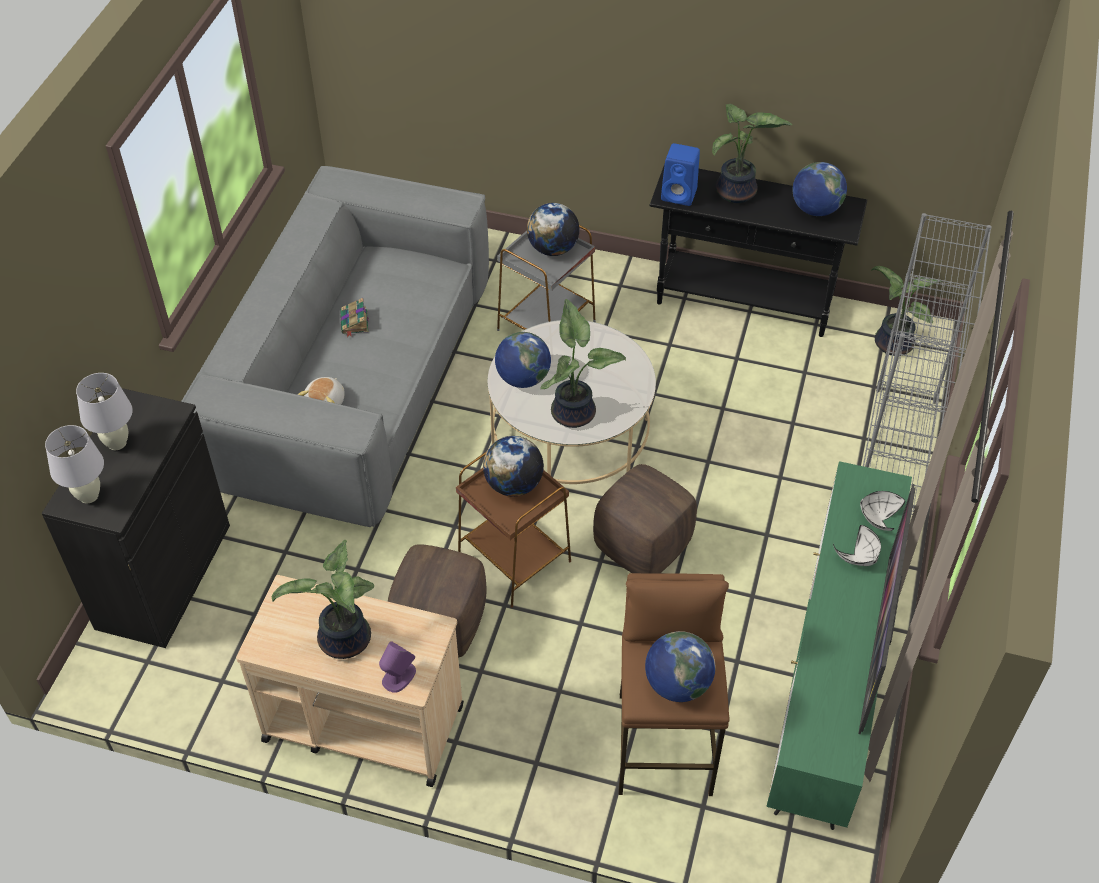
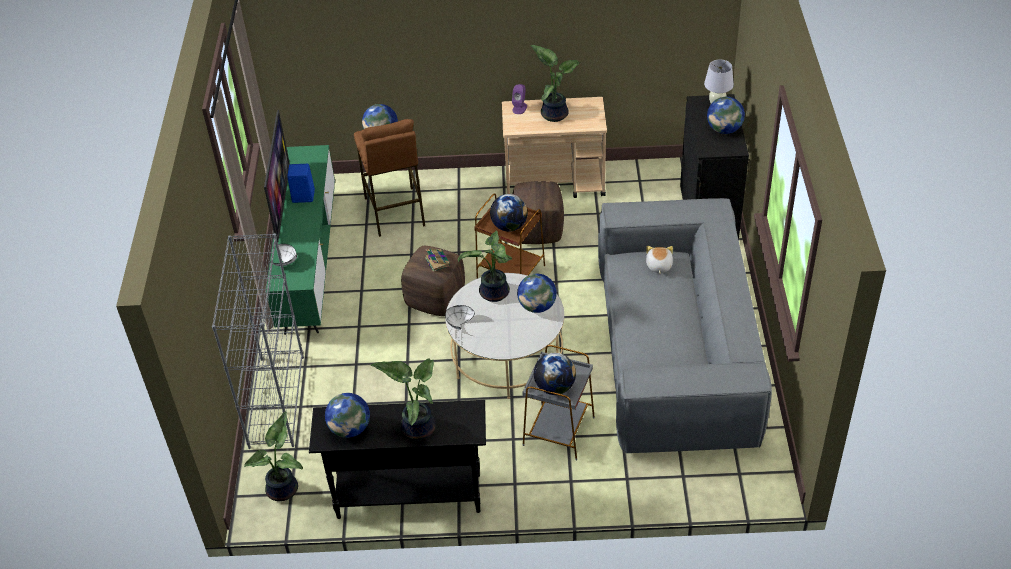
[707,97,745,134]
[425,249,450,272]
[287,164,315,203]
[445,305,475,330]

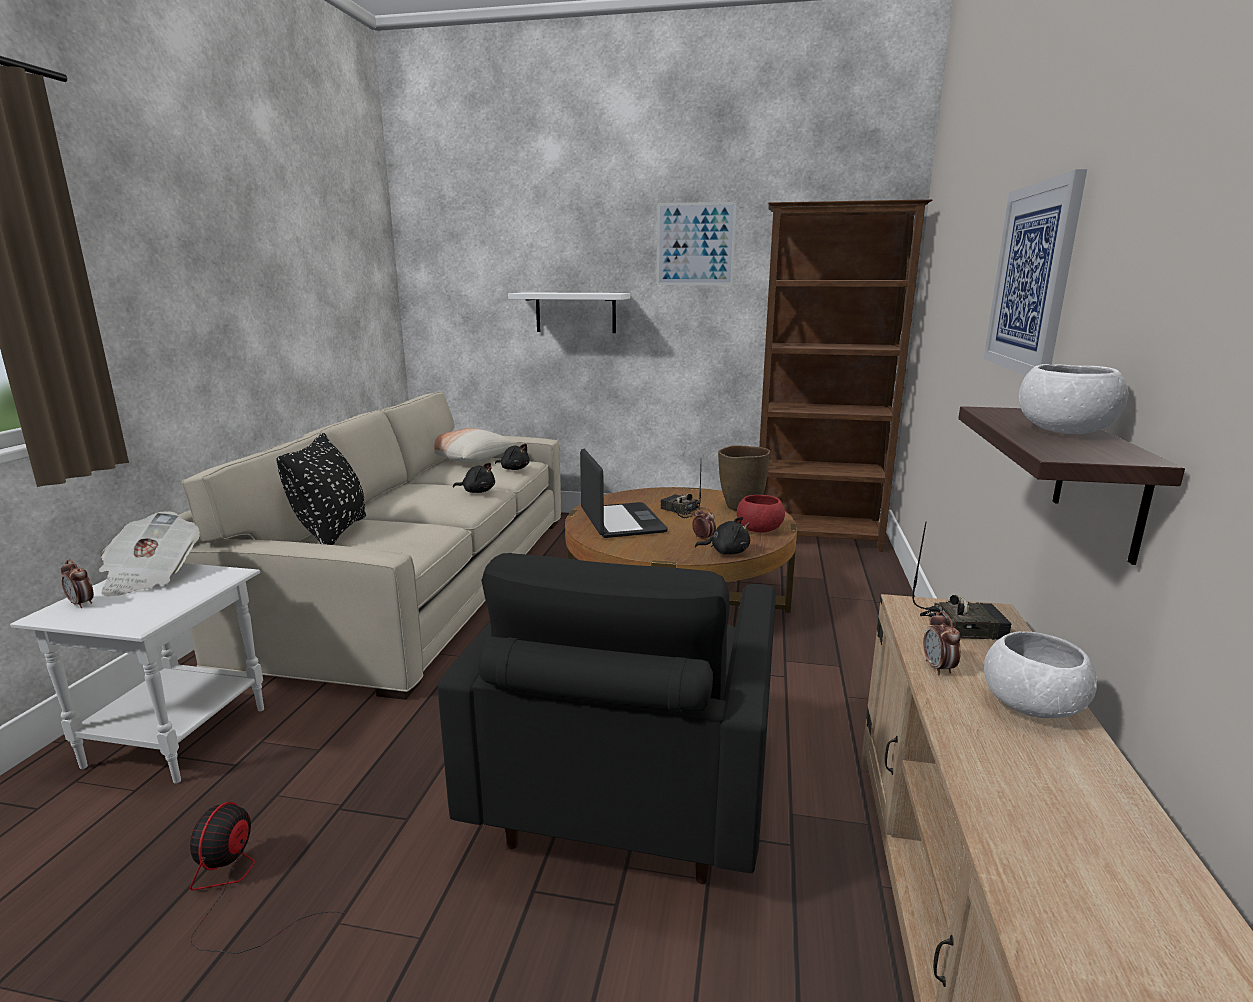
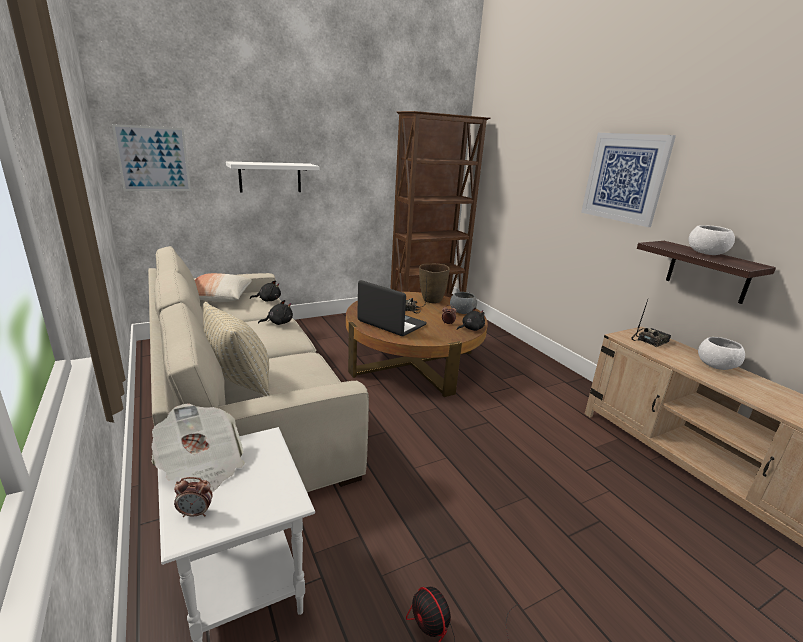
[203,302,270,396]
[437,553,775,884] (first image)
[112,124,191,191]
[450,292,477,314]
[923,611,961,676] (first image)

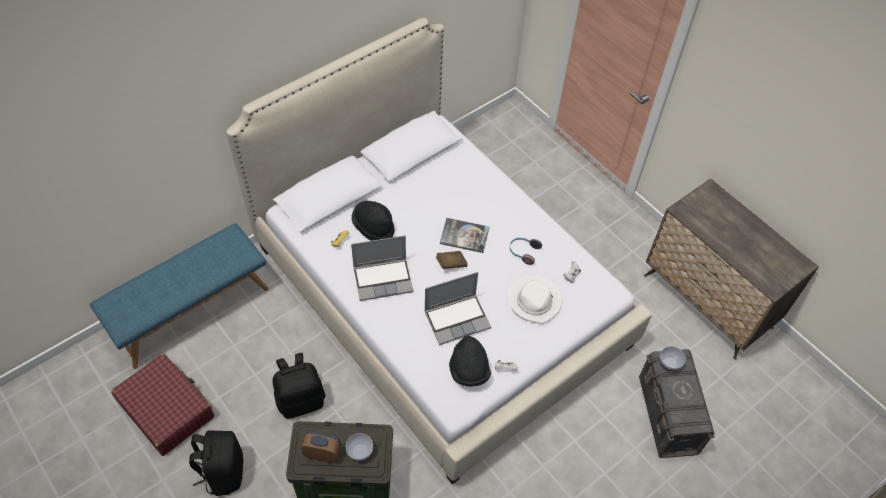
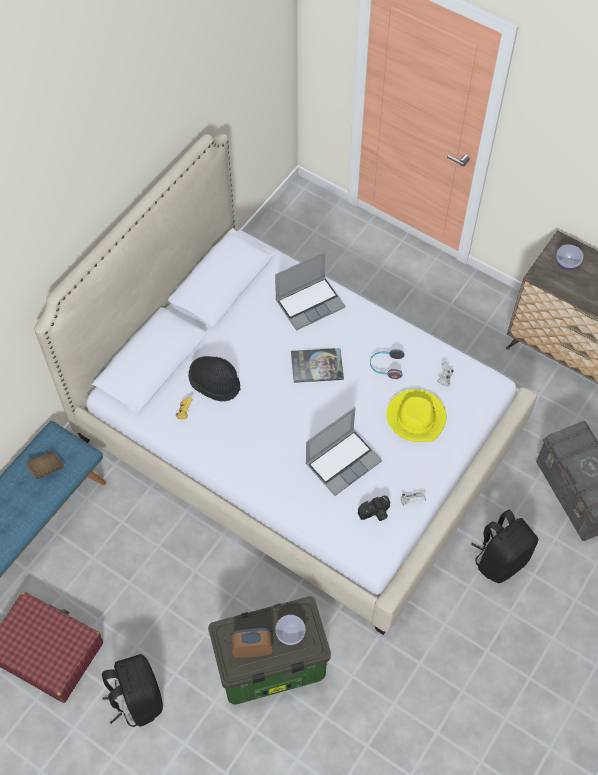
[471,509,538,583]
[275,252,346,331]
[26,451,64,479]
[358,496,390,521]
[386,389,446,442]
[556,245,583,271]

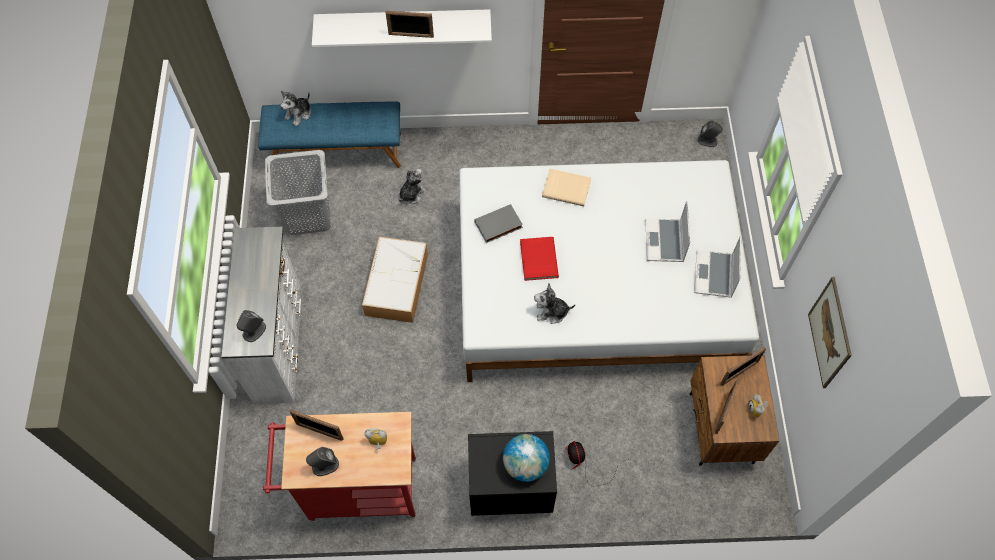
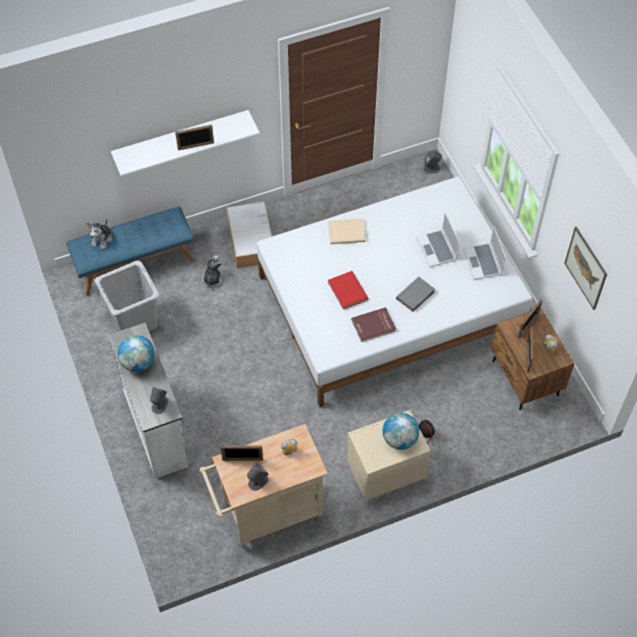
[199,424,328,548]
[226,201,272,268]
[347,410,431,501]
[396,277,435,312]
[351,307,396,342]
[118,335,155,372]

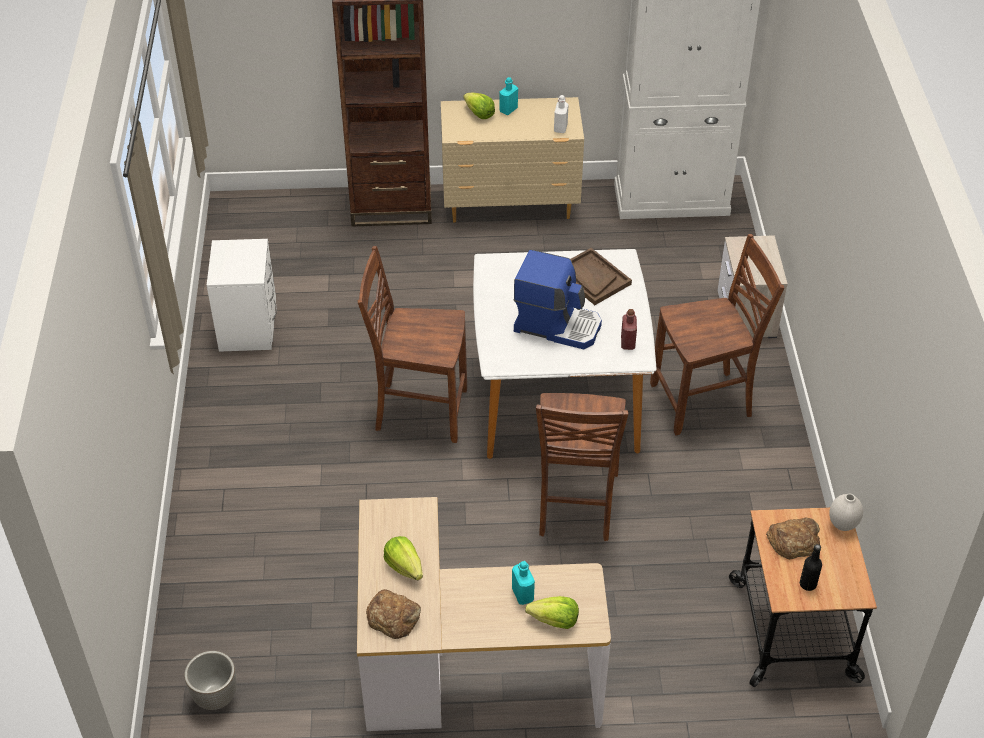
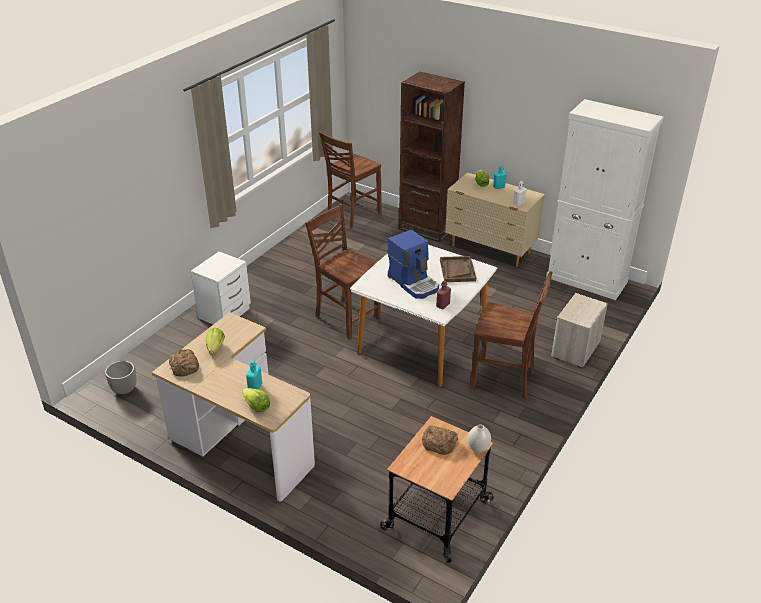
[191,251,251,325]
[319,131,382,229]
[800,544,822,591] (first image)

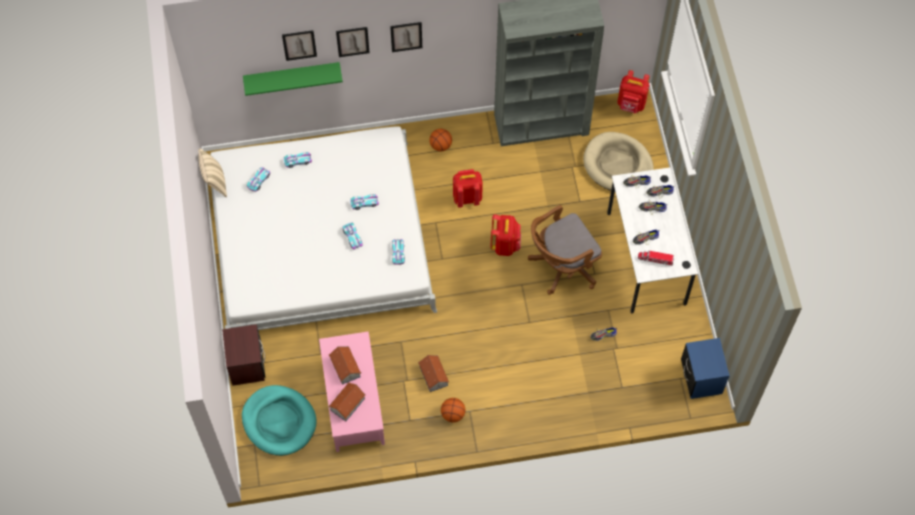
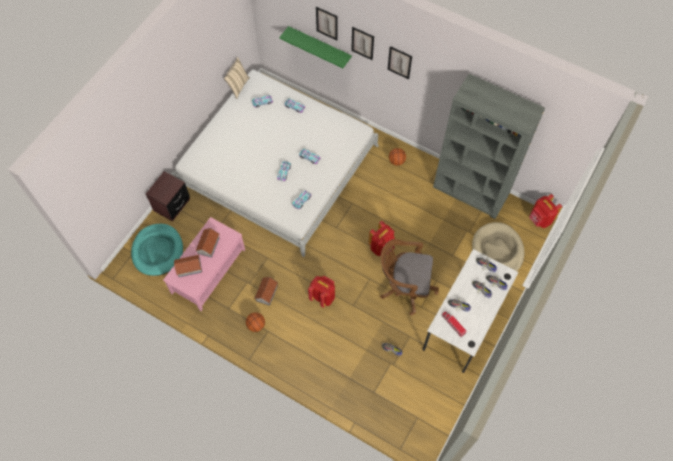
[308,276,335,308]
[681,338,730,399] (first image)

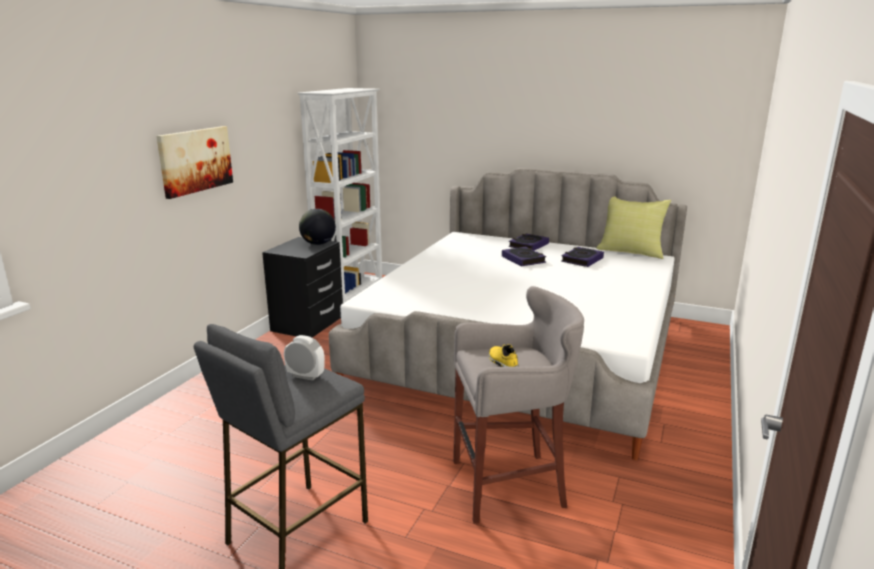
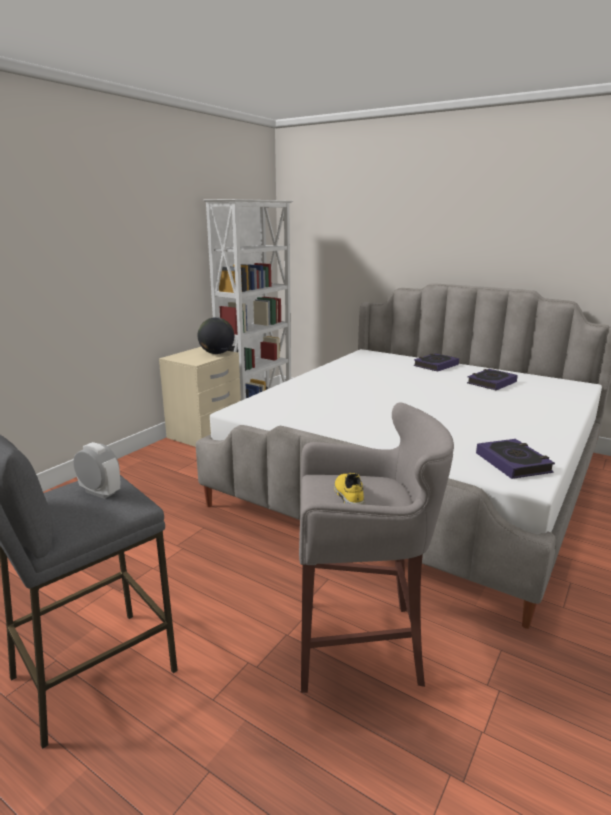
[156,126,233,199] (first image)
[159,347,241,447]
[476,439,555,479]
[596,197,671,259] (first image)

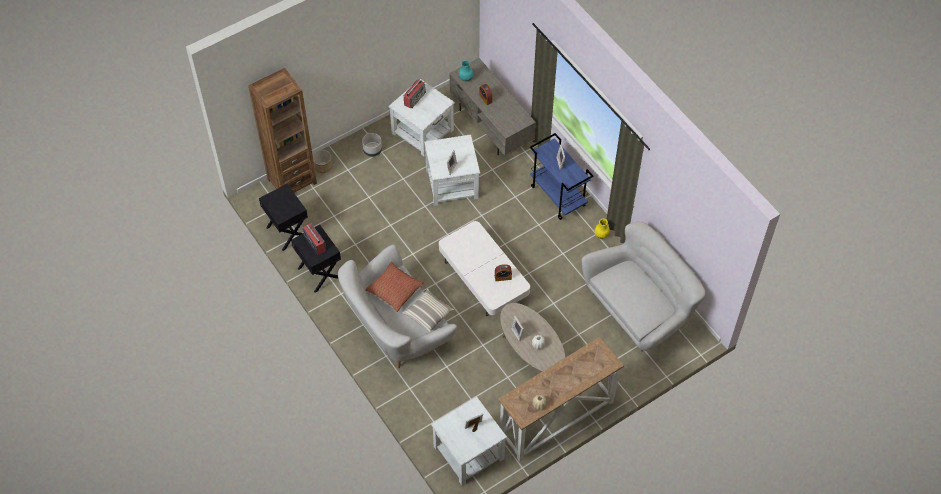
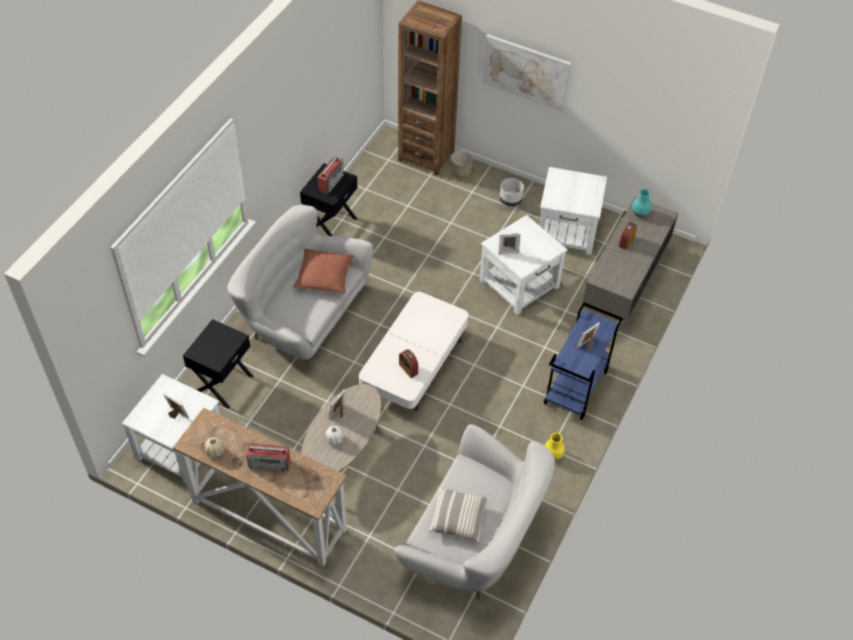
[183,319,253,408]
[429,486,489,542]
[246,444,290,472]
[483,34,571,112]

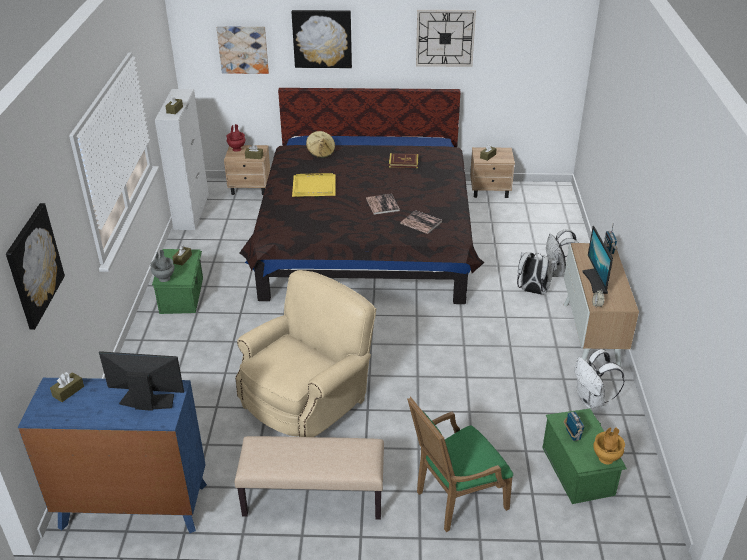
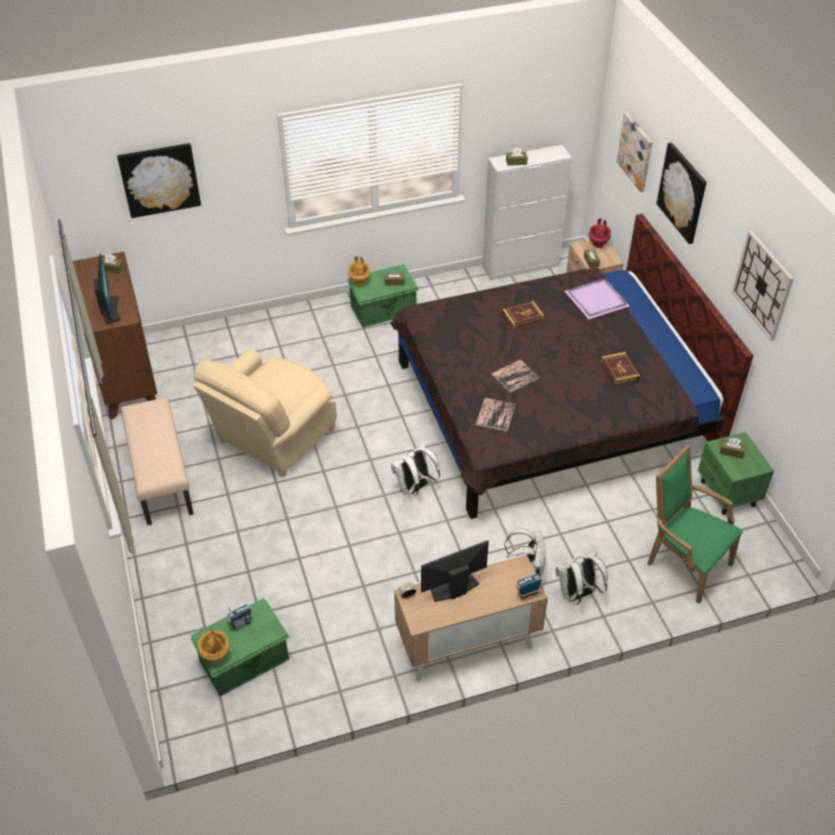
[73,252,157,420]
[348,256,370,286]
[193,348,337,478]
[502,301,544,329]
[564,279,630,319]
[647,445,743,604]
[698,432,774,515]
[391,444,440,496]

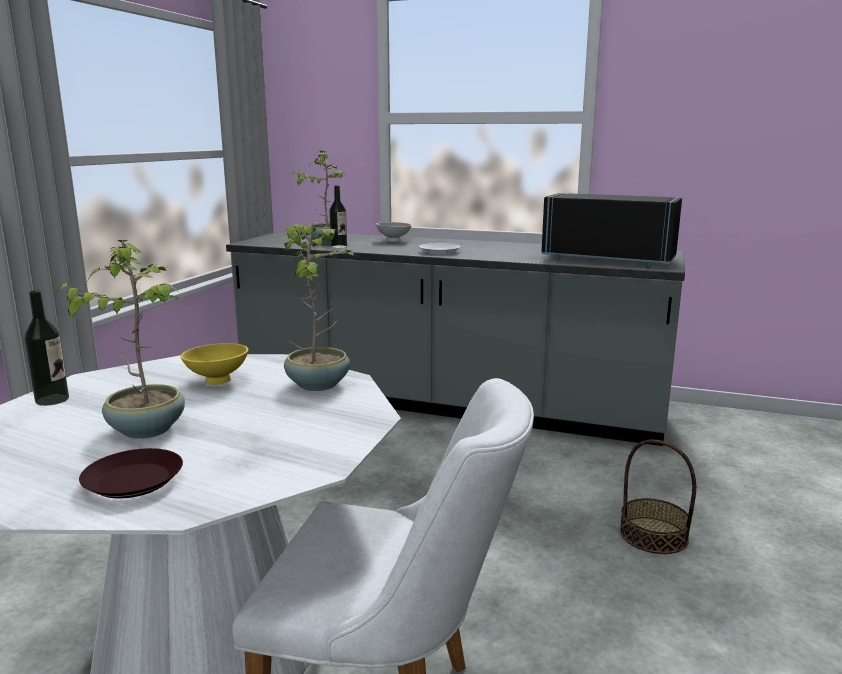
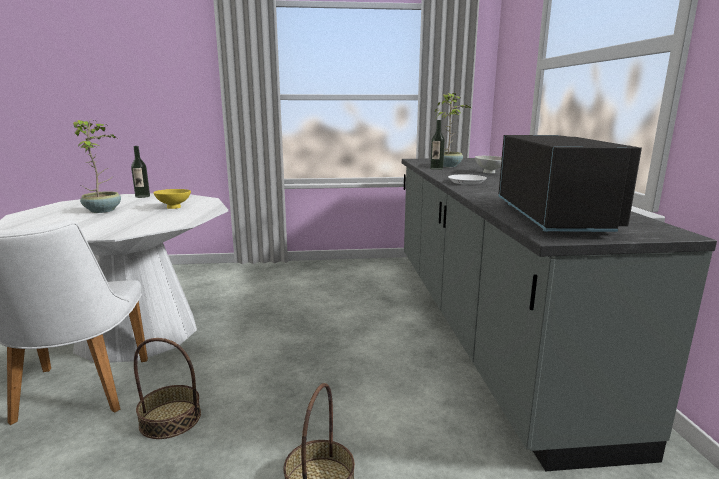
[79,448,183,498] (first image)
[284,222,358,391] (first image)
[134,338,201,439]

